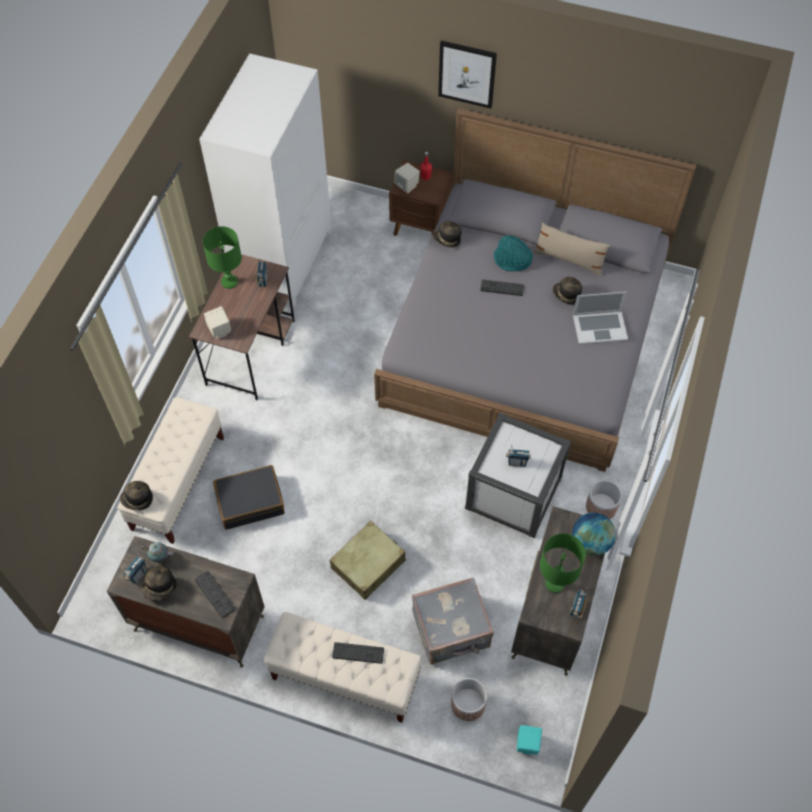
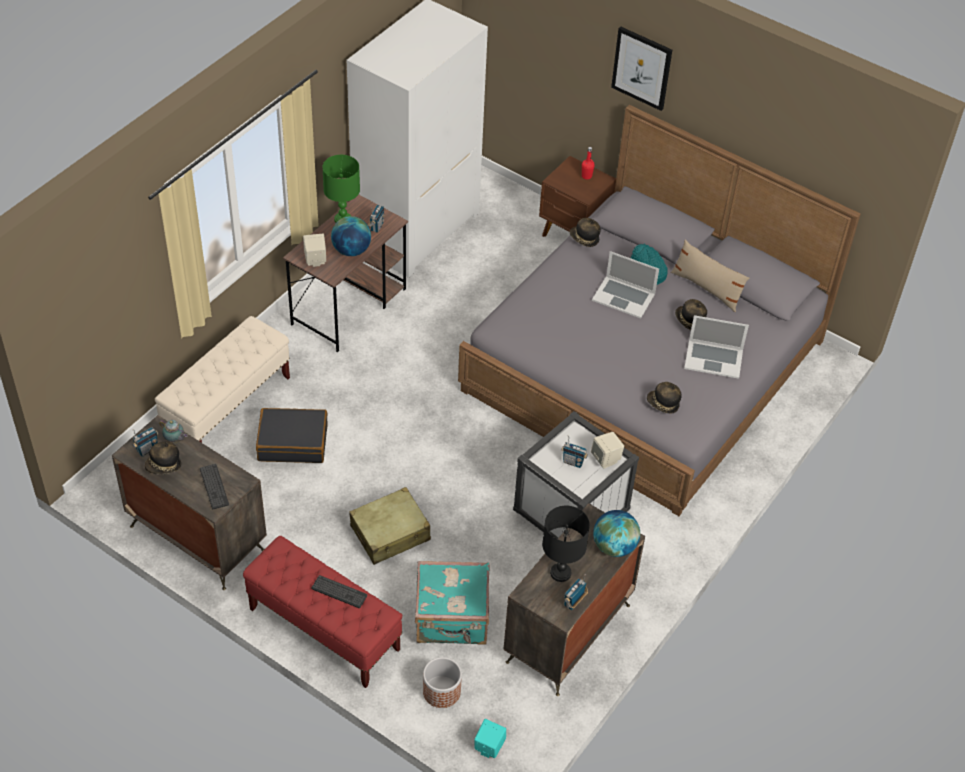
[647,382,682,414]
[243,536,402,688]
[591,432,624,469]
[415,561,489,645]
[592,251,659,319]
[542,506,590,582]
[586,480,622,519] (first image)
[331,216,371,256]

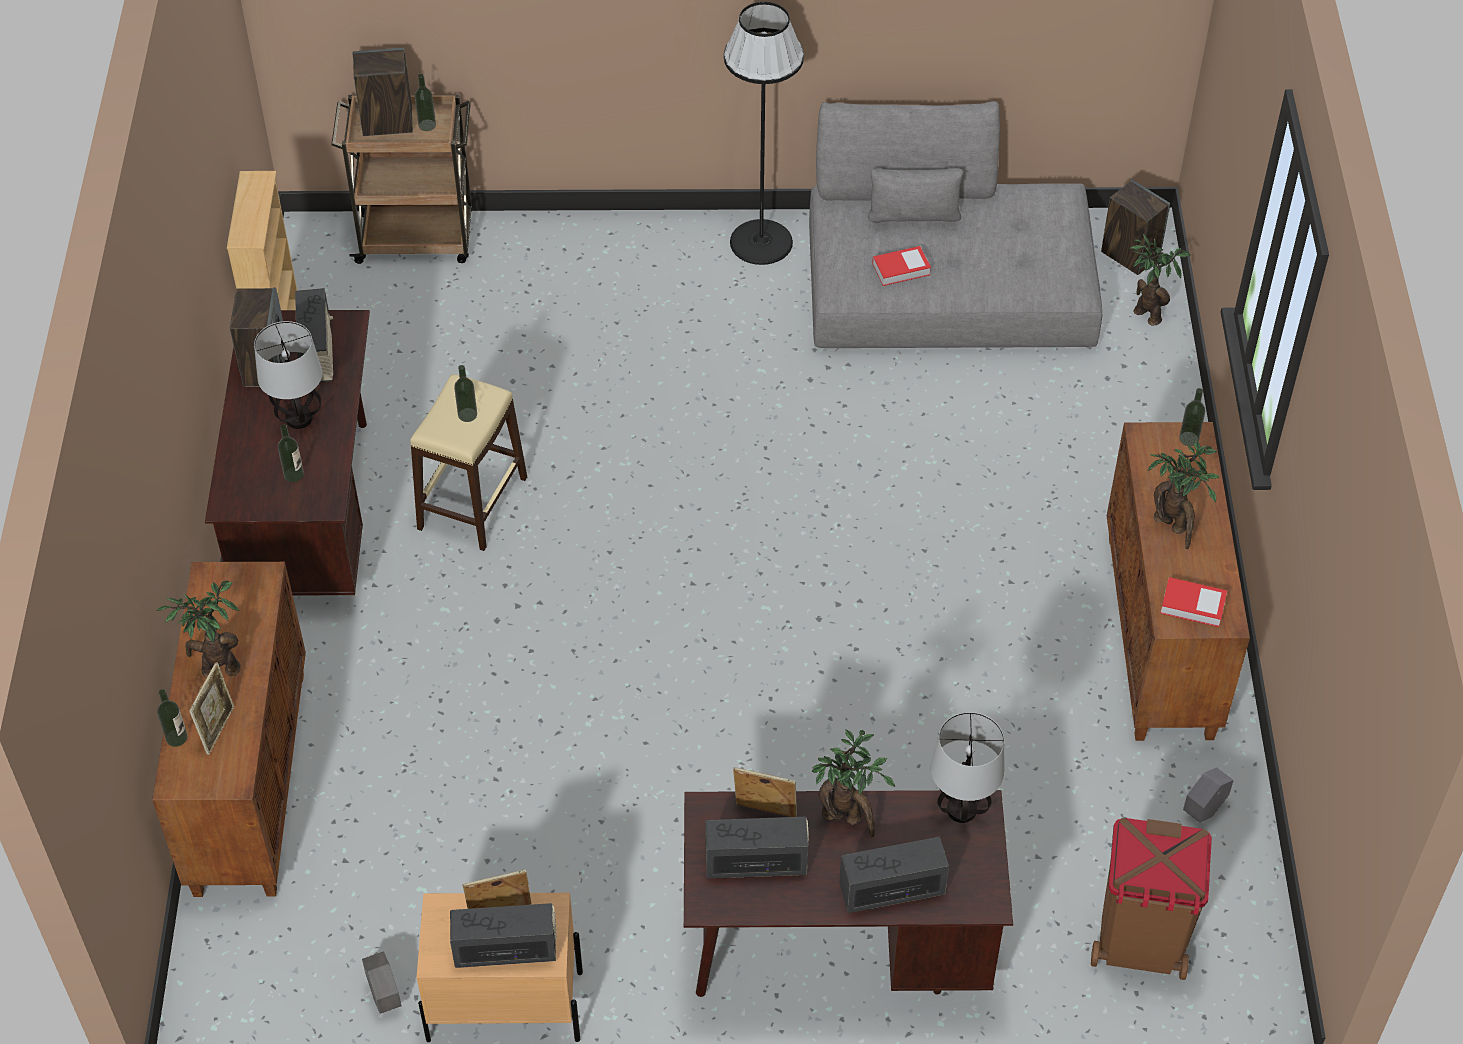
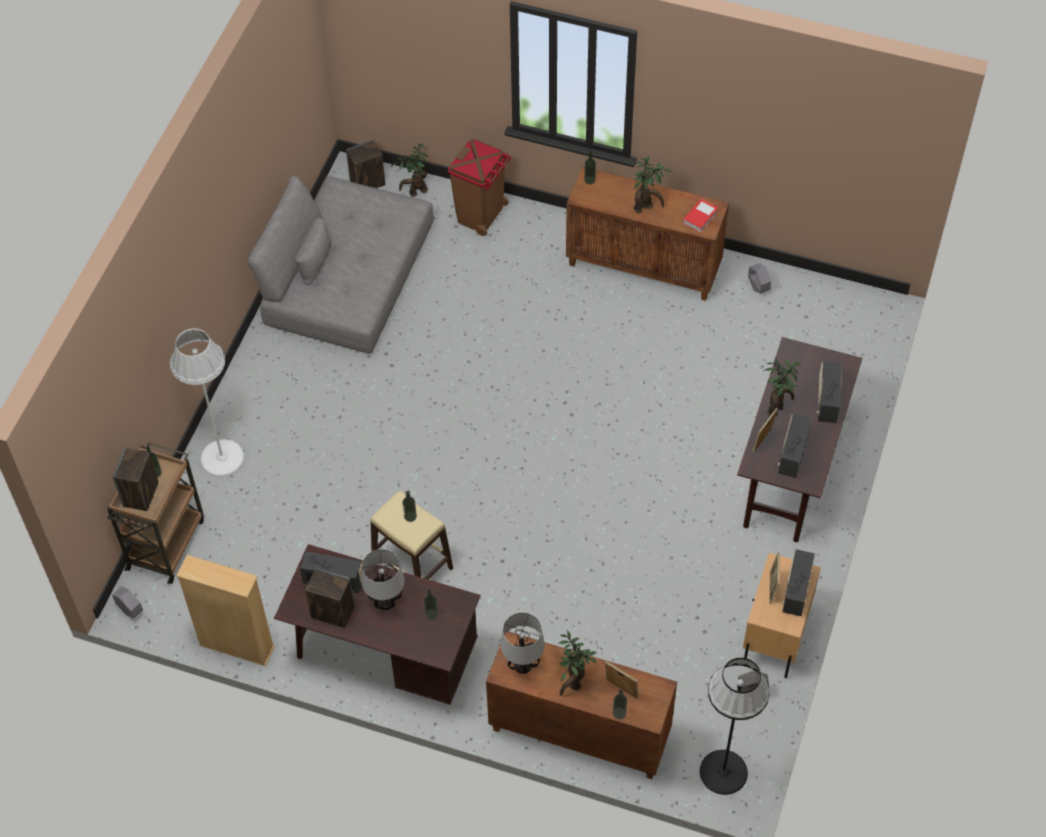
[700,658,770,795]
[872,246,931,286] (first image)
[501,613,545,674]
[448,139,511,236]
[112,586,143,619]
[170,329,244,476]

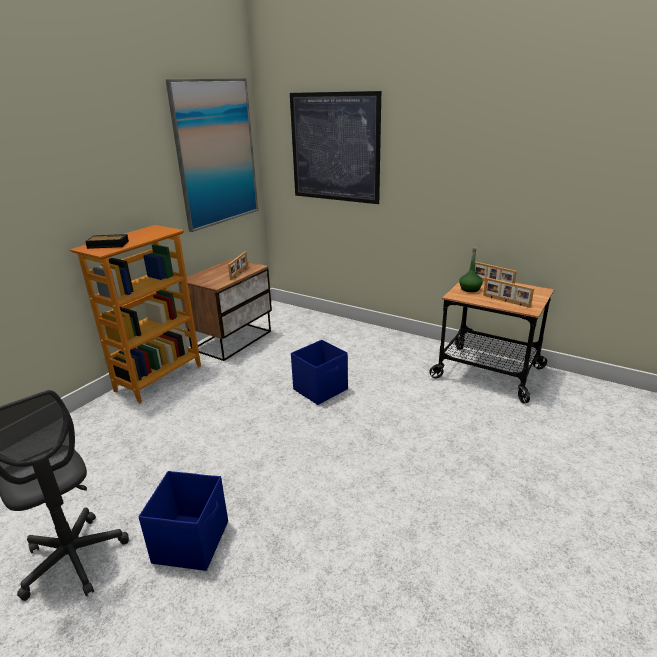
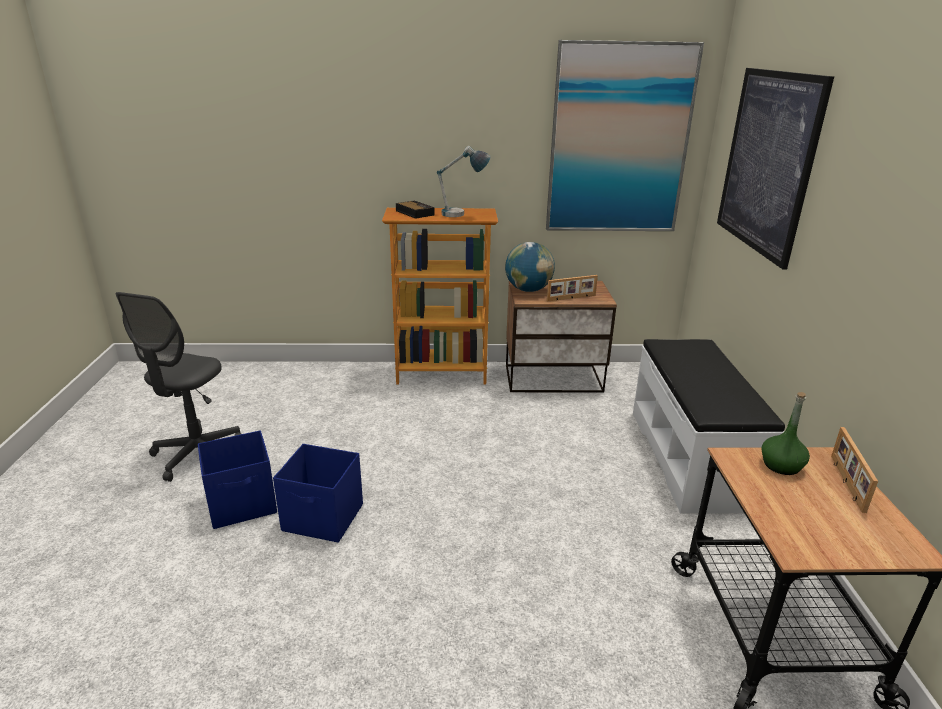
[273,444,363,543]
[483,277,534,308] (first image)
[437,146,491,217]
[505,242,555,292]
[633,339,785,513]

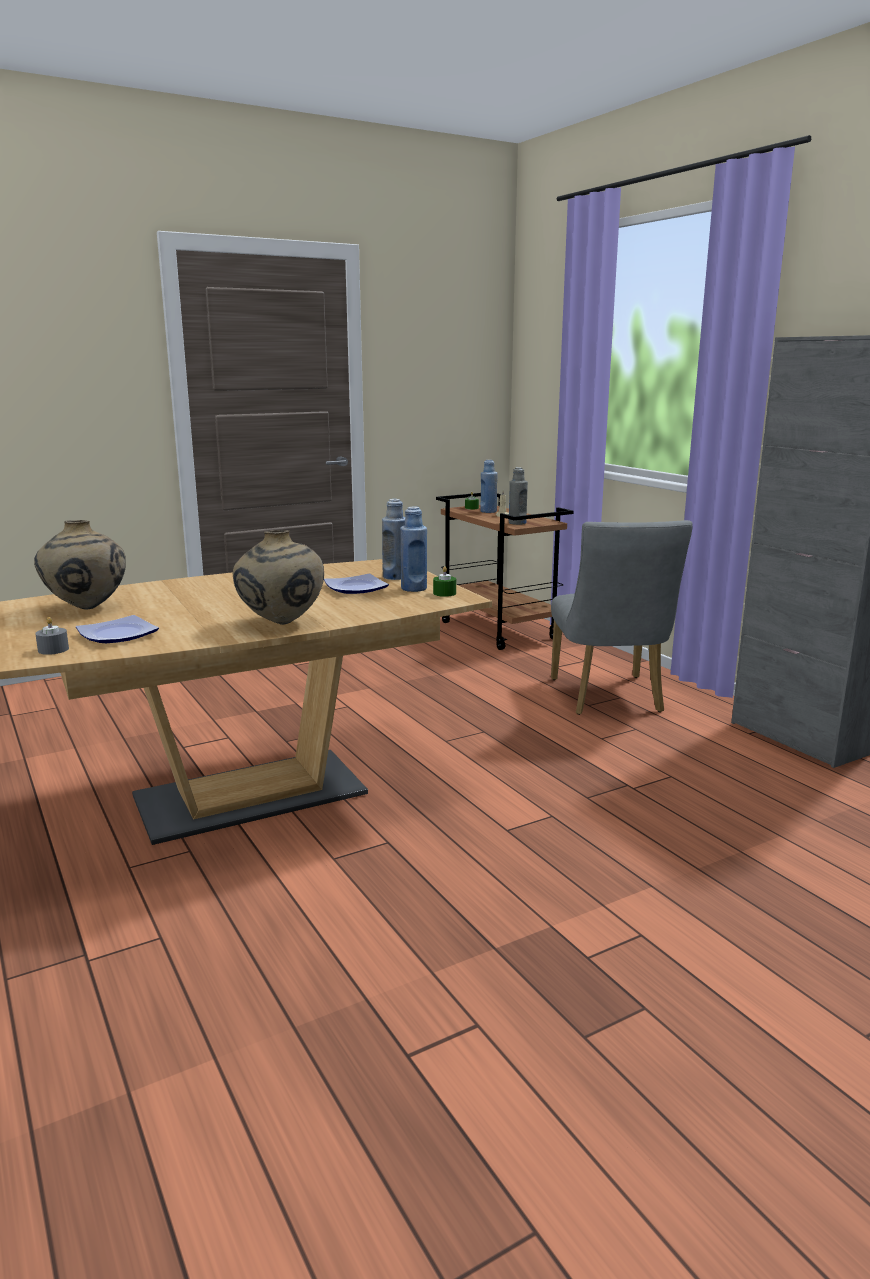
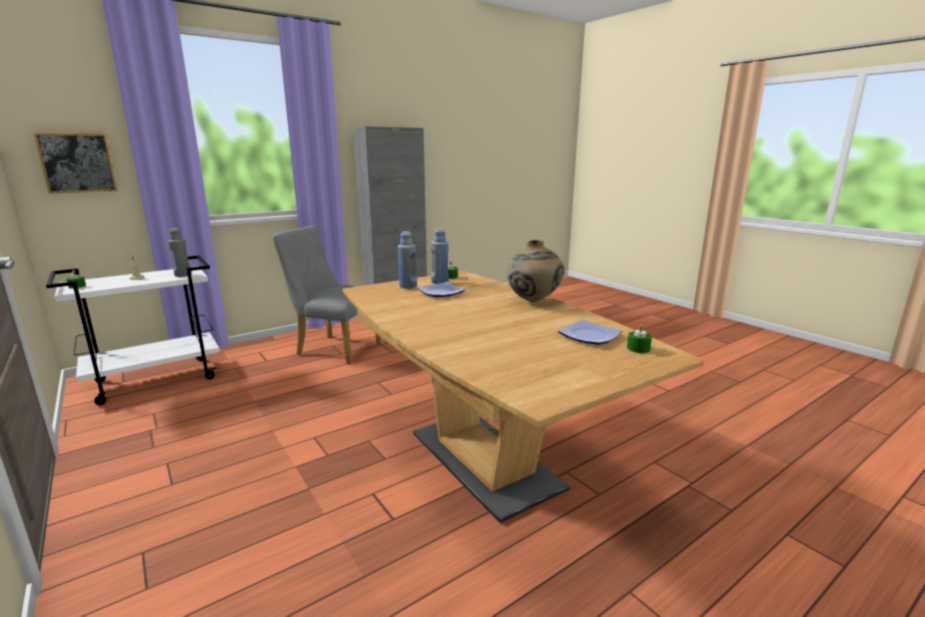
[34,520,126,610] (first image)
[627,324,652,353]
[46,255,220,405]
[480,460,497,513] (first image)
[272,226,381,365]
[34,133,118,194]

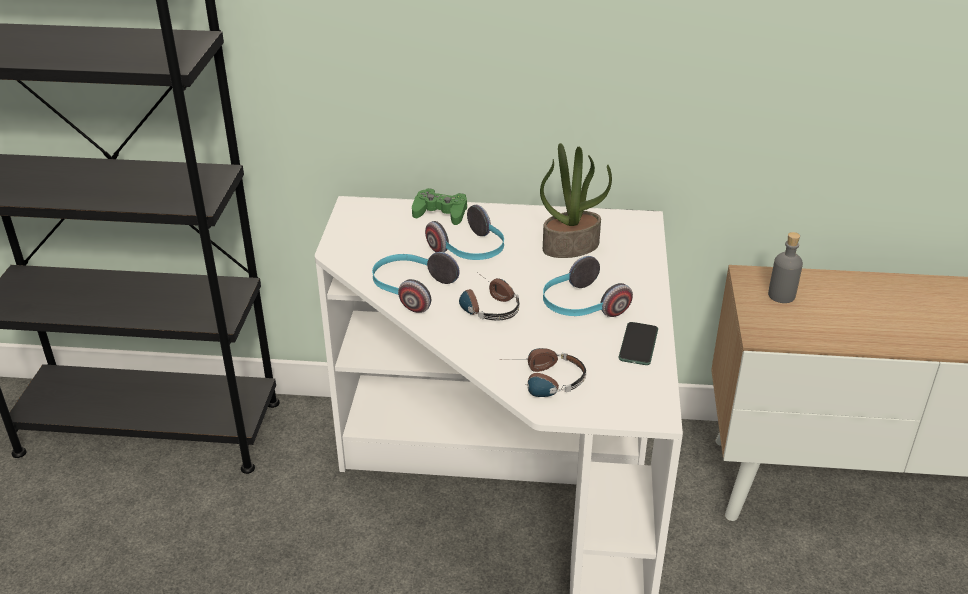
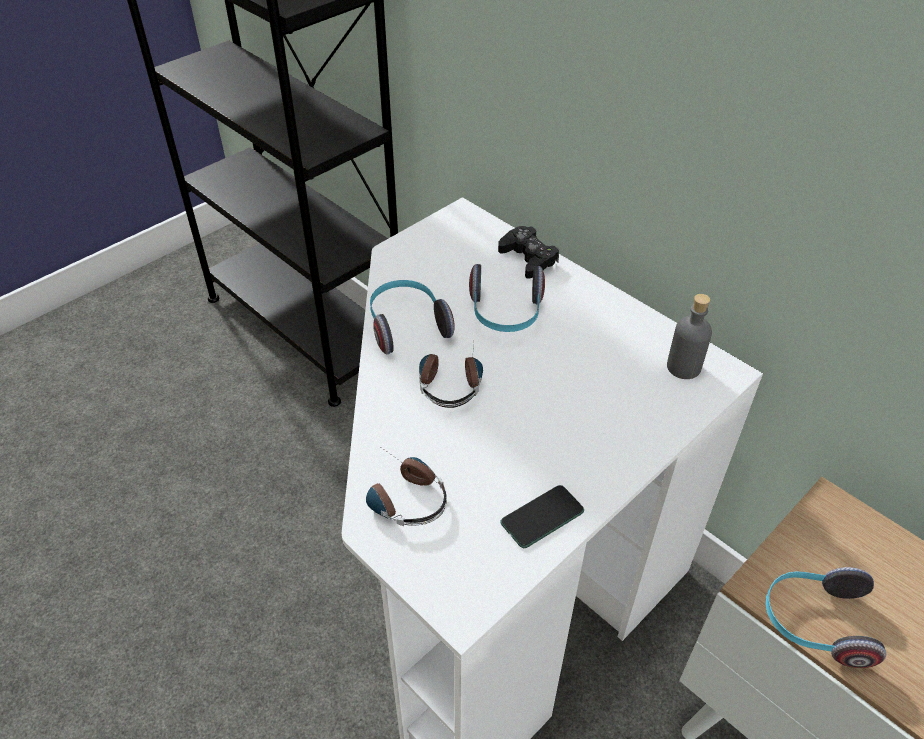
[498,226,559,279]
[540,143,612,258] (first image)
[766,567,886,668]
[667,294,712,379]

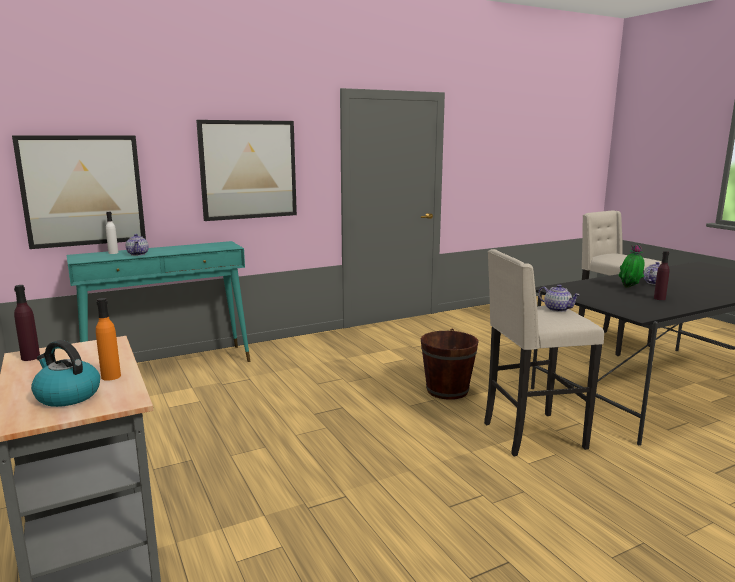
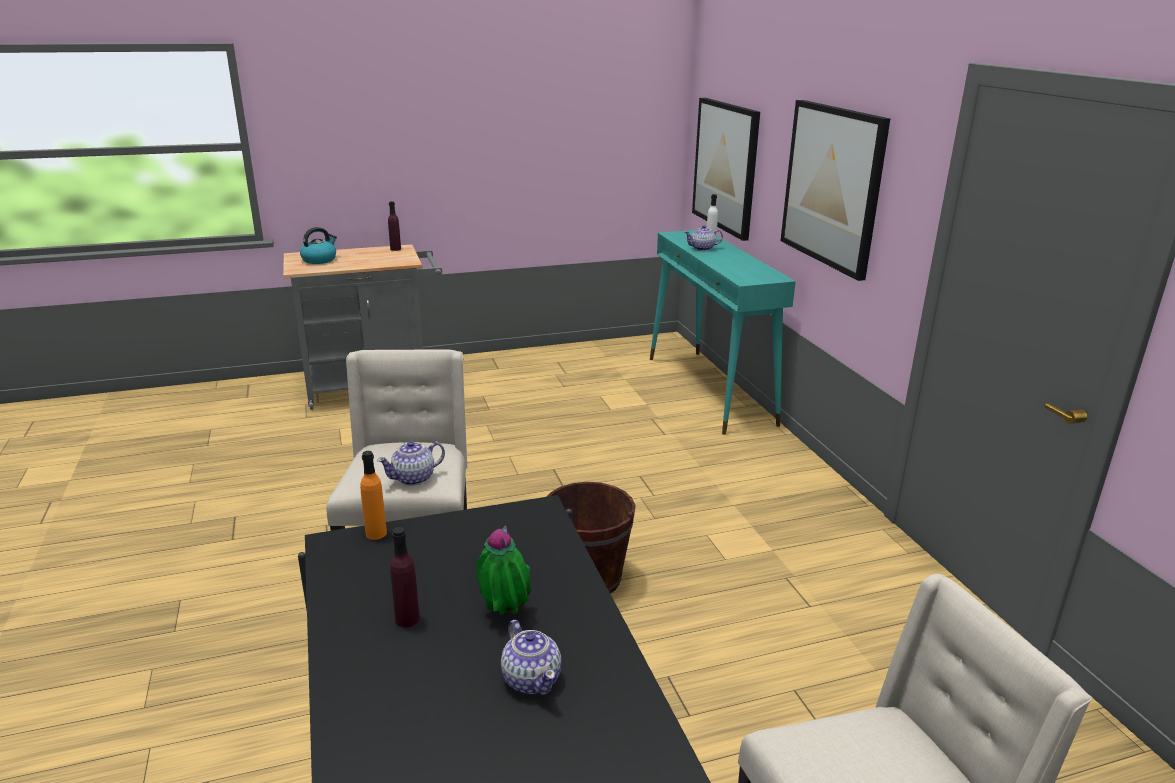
[360,451,387,540]

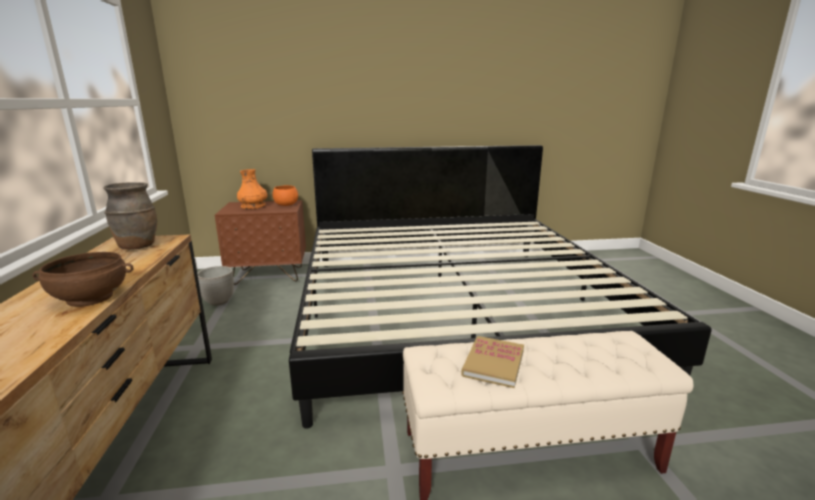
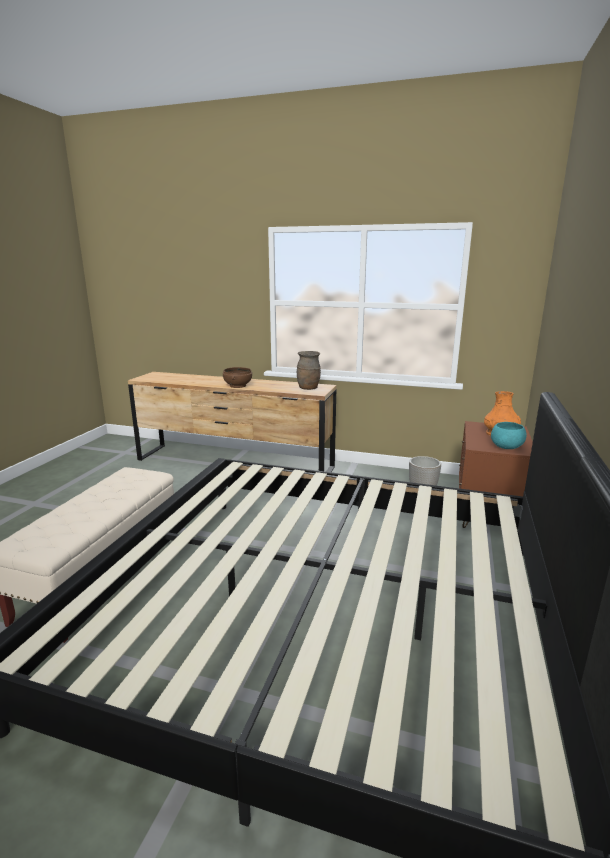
[491,422,527,449]
[461,336,524,388] (first image)

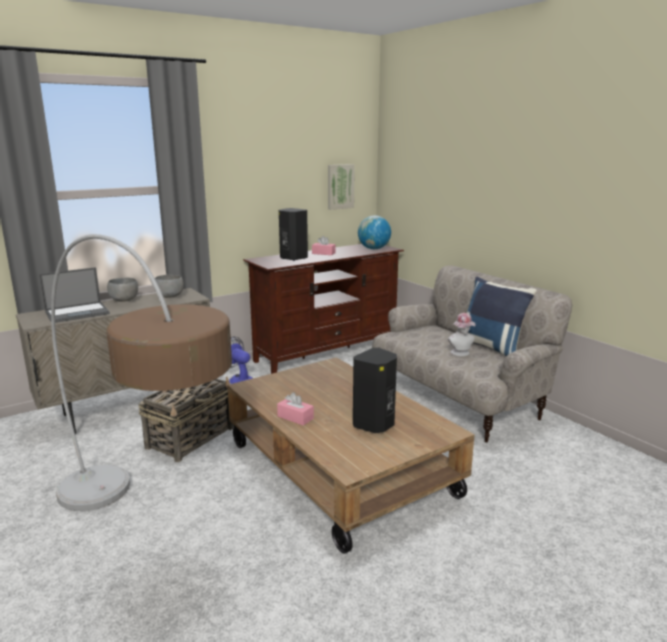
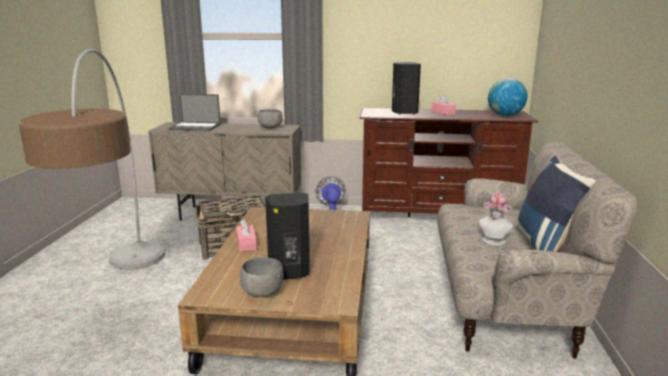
[240,257,283,297]
[328,164,355,210] (first image)

